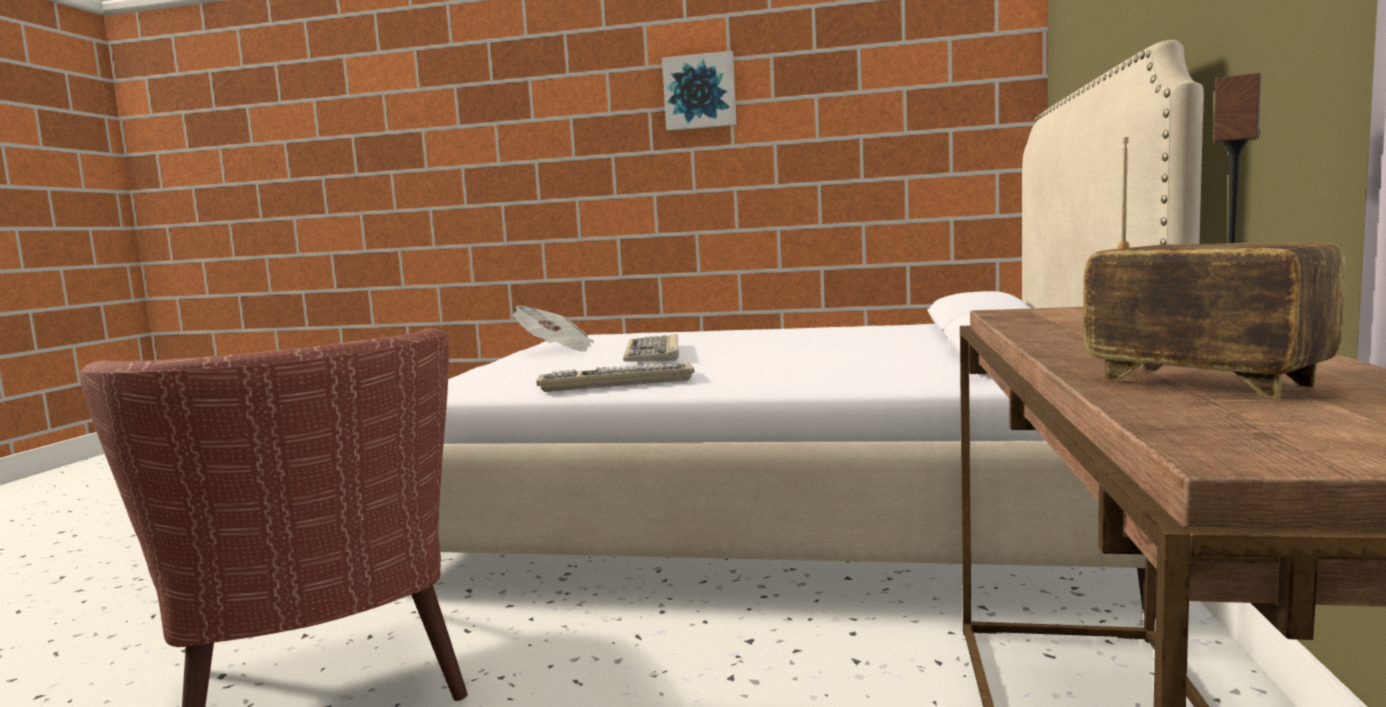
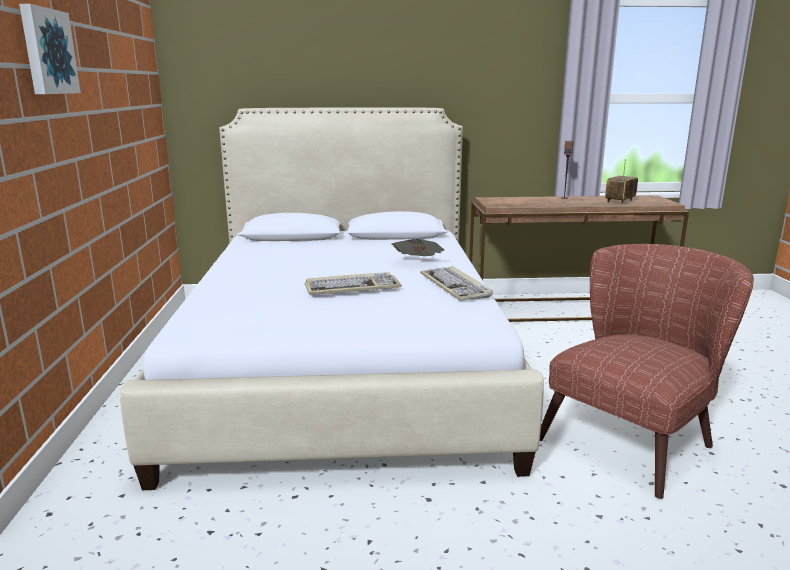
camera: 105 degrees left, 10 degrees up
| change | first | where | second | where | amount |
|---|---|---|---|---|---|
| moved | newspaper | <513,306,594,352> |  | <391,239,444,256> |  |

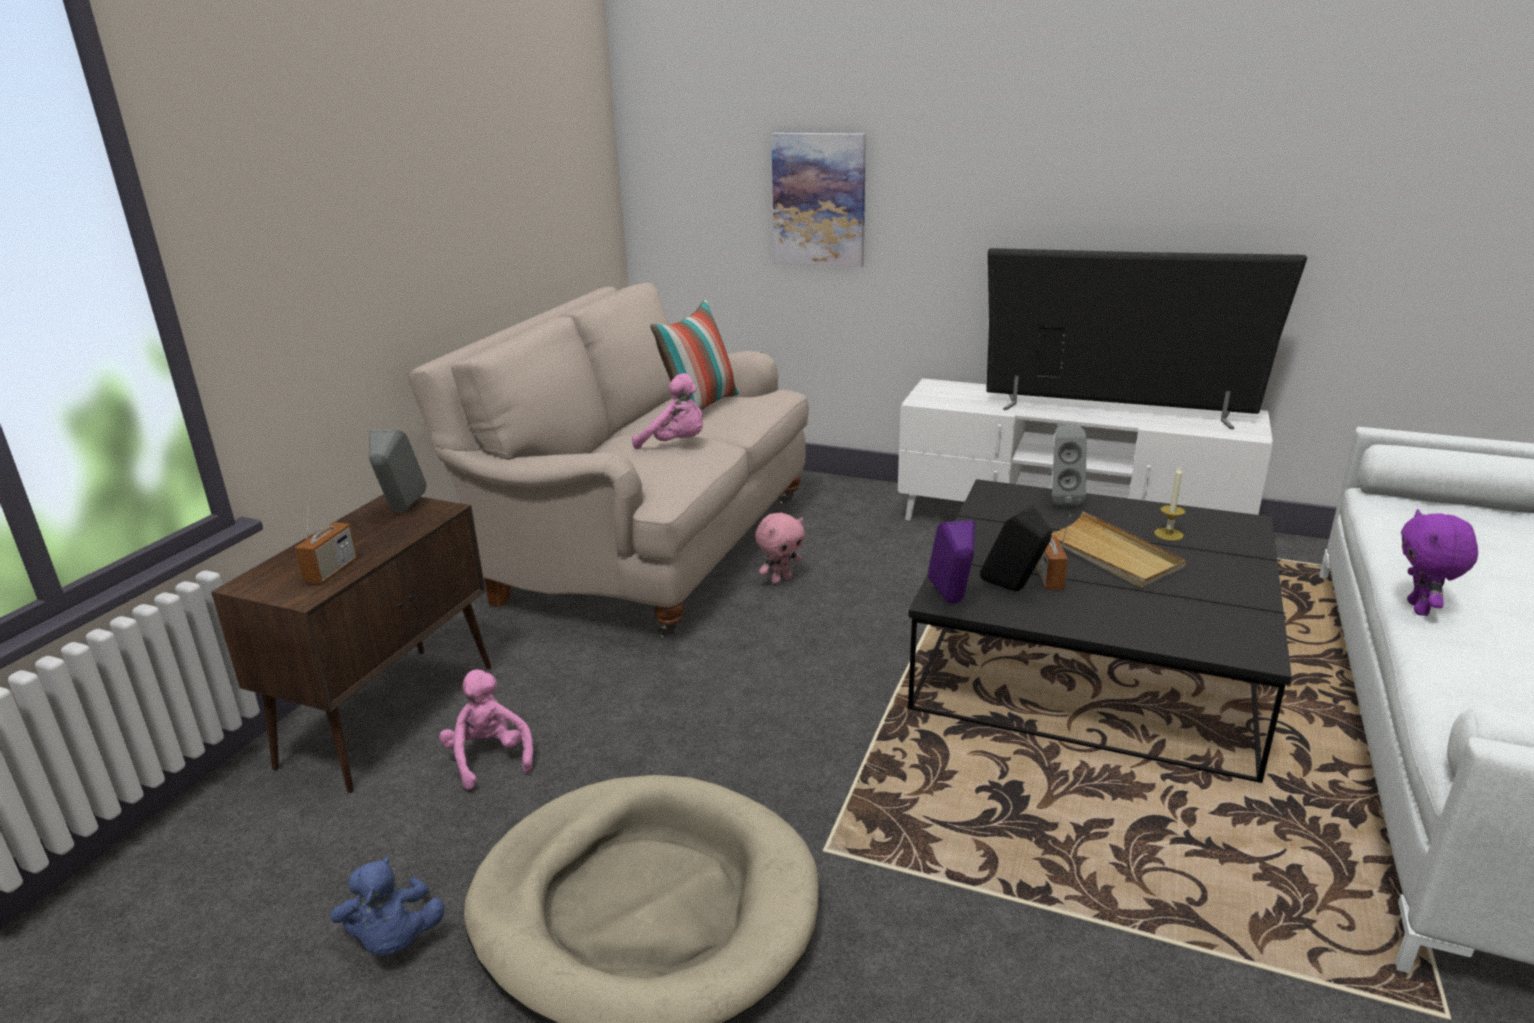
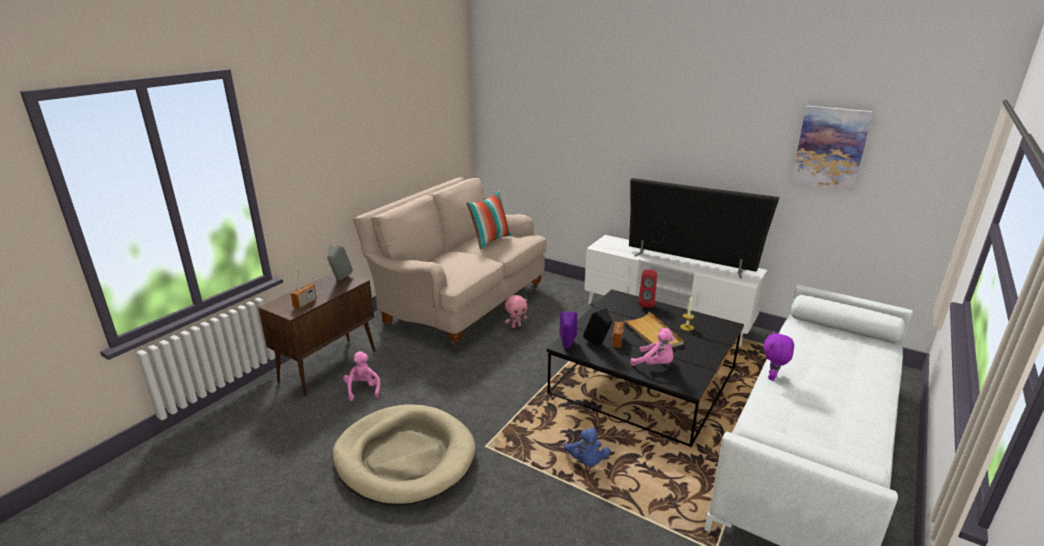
camera: 10 degrees right, 0 degrees up
| change | first | where | second | where | amount |
|---|---|---|---|---|---|
| moved | picture | <771,133,866,267> |  | <791,106,873,191> |  |
| moved | plush toy (pink) | <632,373,703,449> |  | <630,328,674,366> |  |
| recoloured | speaker (grey) | <1052,425,1086,506> | speaker (red) | <638,269,657,308> |  |
| moved | plush toy (blue) | <330,857,445,956> |  | <564,427,610,466> |  |

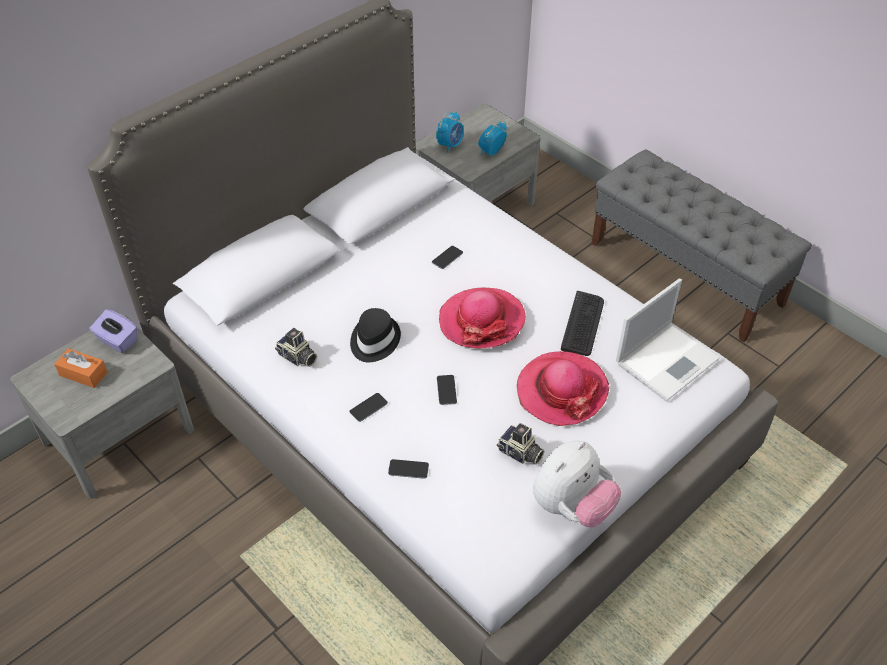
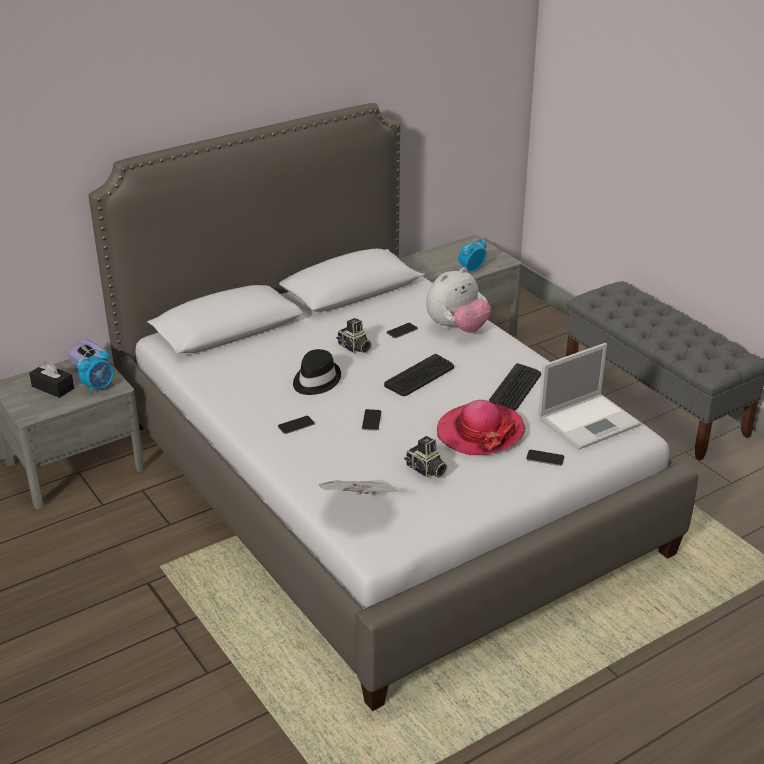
camera: 10 degrees right, 15 degrees down
| change | first | where | second | where | amount |
|---|---|---|---|---|---|
| moved | alarm clock | <436,111,464,153> |  | <77,349,114,395> |  |
| replaced | hat | <439,288,526,349> | keyboard | <384,354,454,396> |  |
| moved | photo camera | <275,328,317,367> |  | <336,318,372,353> |  |
| recoloured | tissue box (orange) | <54,348,108,388> | tissue box (black) | <29,360,74,398> |  |
| moved | plush toy | <533,440,621,528> |  | <426,267,491,333> |  |
| moved | phone | <388,459,429,479> |  | <526,450,564,466> |  |
| added |  |  | newspaper | <319,480,398,495> |  |

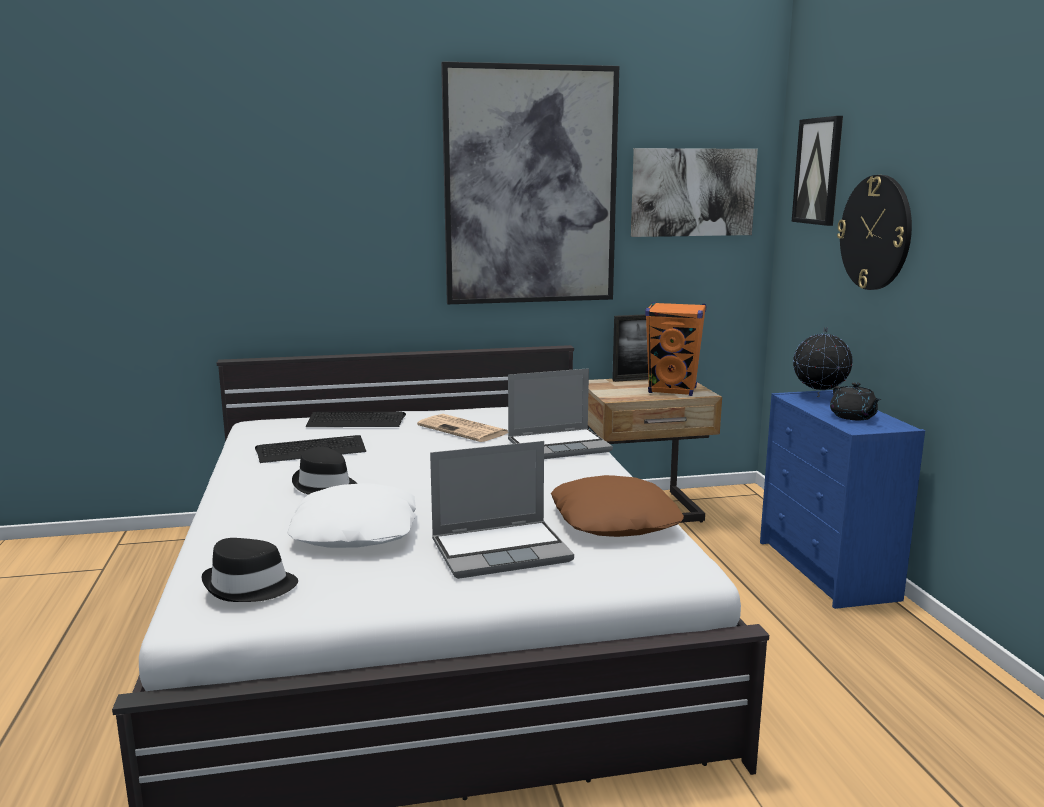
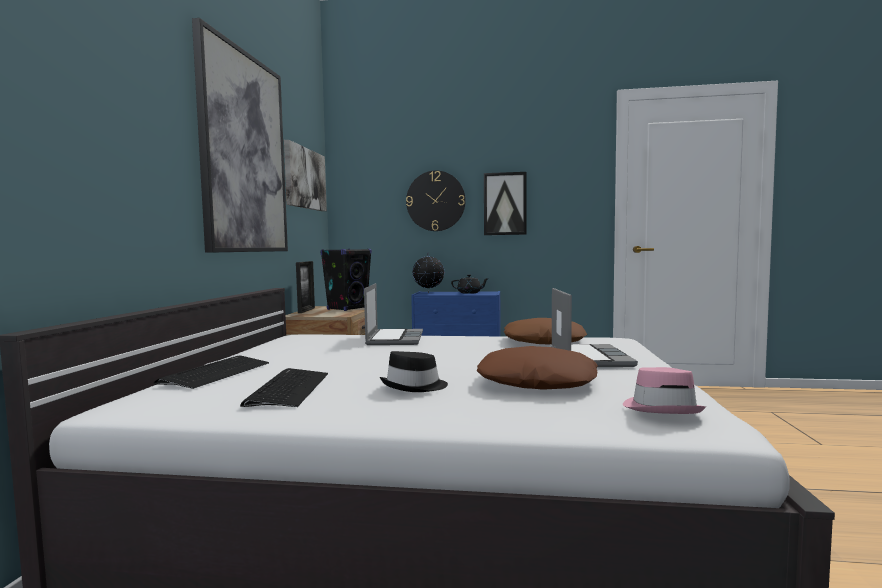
camera: 70 degrees left, 10 degrees down
| change | first | where | second | where | amount |
|---|---|---|---|---|---|
| moved | picture | <792,116,843,226> |  | <484,172,526,235> |  |
| recoloured | speaker (orange) | <645,302,706,396> | speaker (black) | <320,249,372,311> |  |
| removed | newspaper | <417,414,508,442> |  |  |  |
| recoloured | pillow (white) | <287,483,416,548> | pillow (brown) | <477,346,598,390> |  |
| recoloured | hat (black) | <201,538,298,602> | hat (pink) | <623,367,706,414> |  |

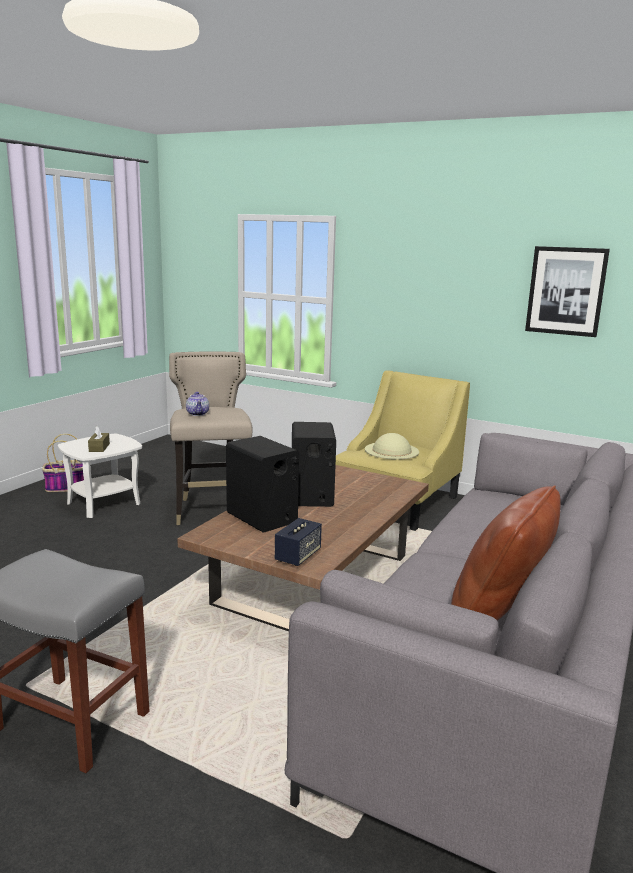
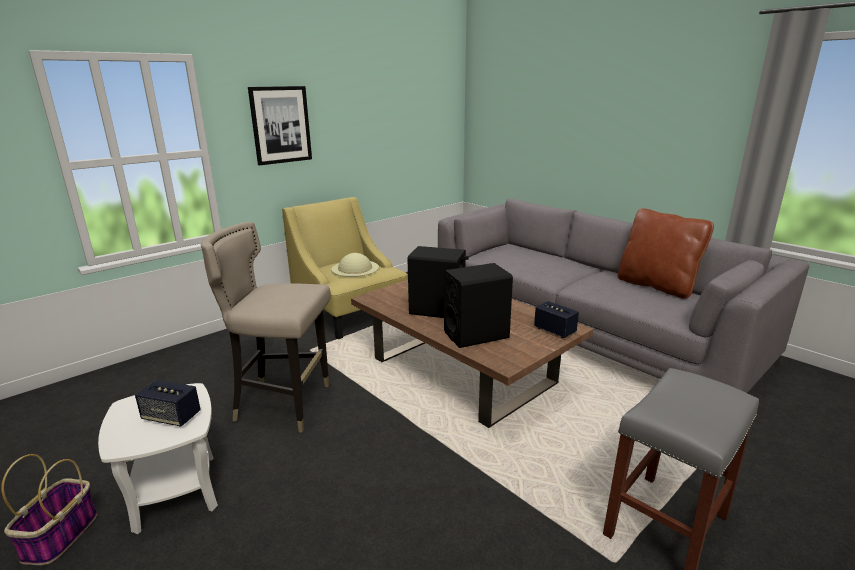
camera: 70 degrees left, 5 degrees up
| change | first | where | second | where | amount |
|---|---|---|---|---|---|
| moved | picture | <525,246,610,337> |  | <248,86,312,165> |  |
| removed | teapot | <186,392,209,416> |  |  |  |
| replaced | tissue box (brown) | <88,426,110,452> | speaker | <135,380,201,427> |  |

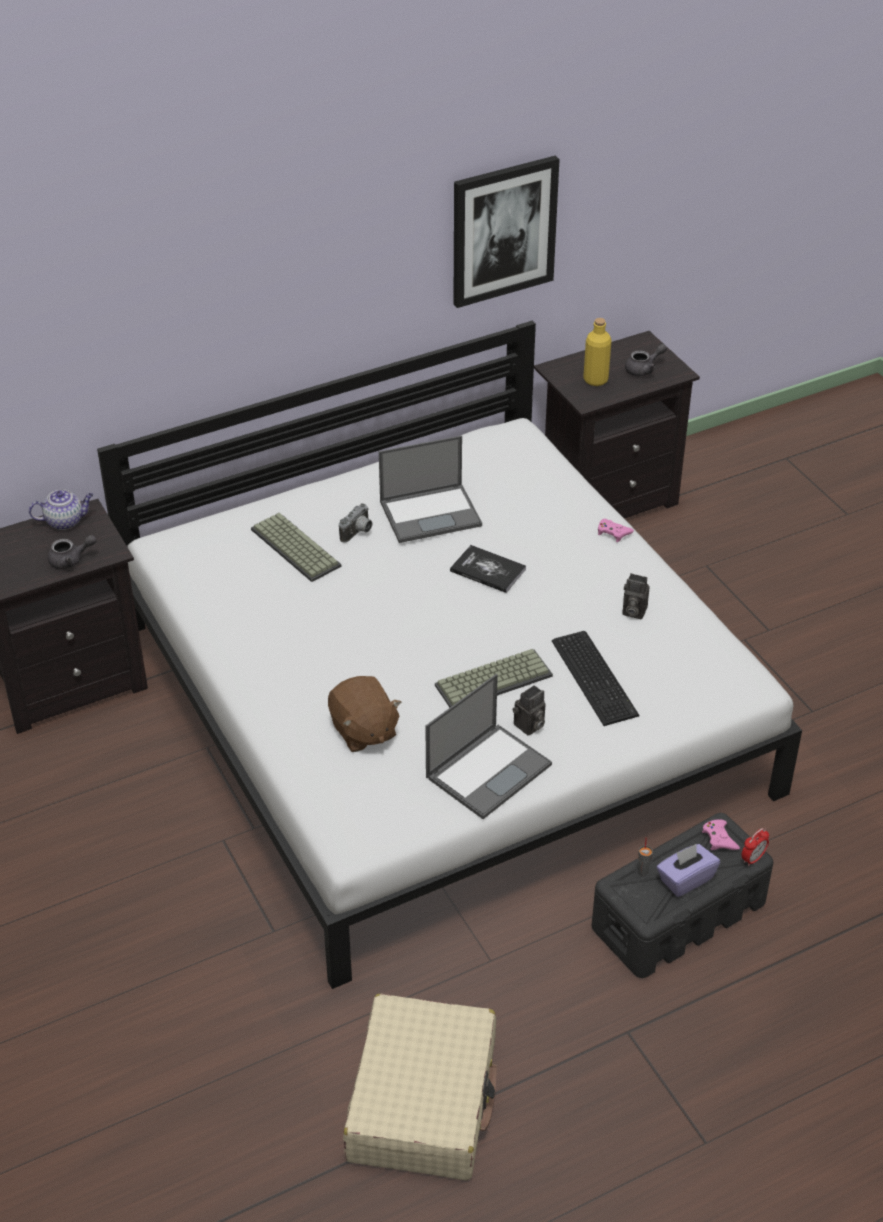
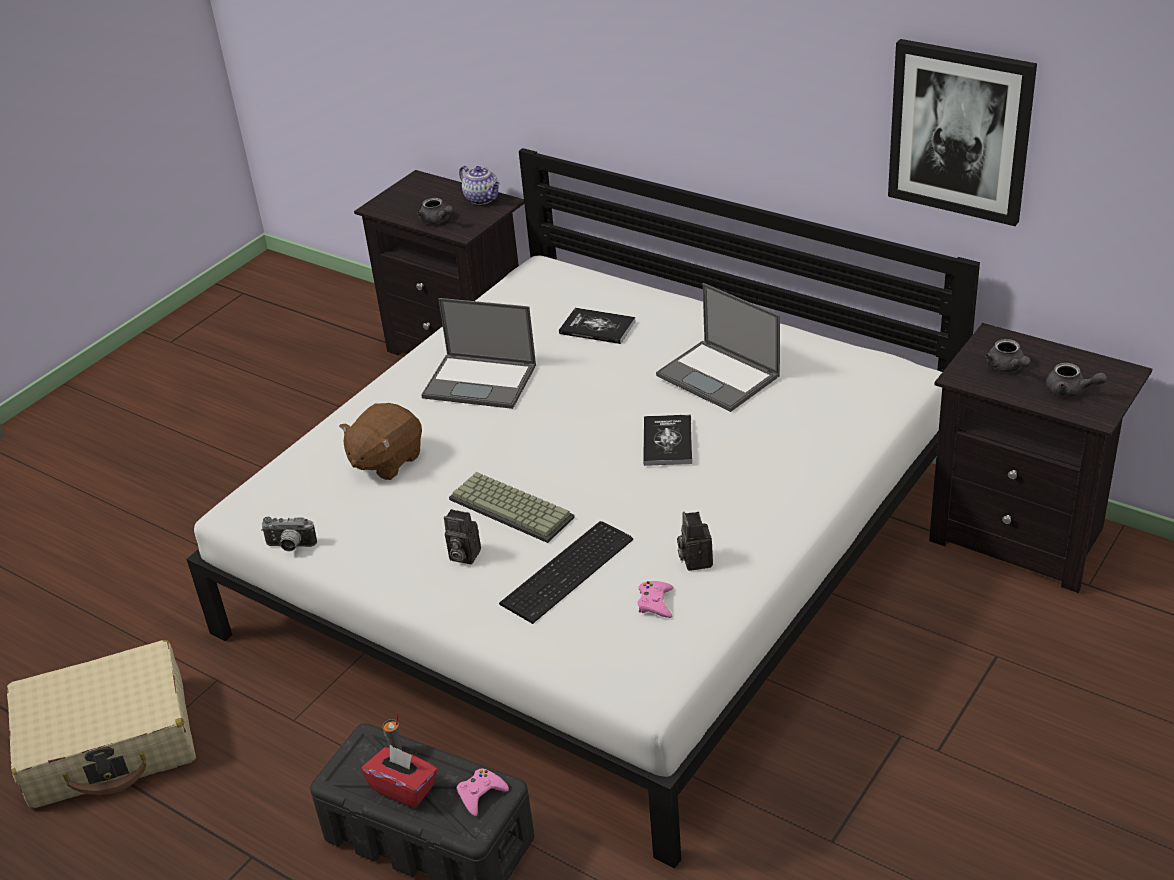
camera: 65 degrees right, 5 degrees down
| change | first | where | second | where | amount |
|---|---|---|---|---|---|
| replaced | bottle (yellow) | <583,318,612,386> | teapot (grey) | <985,339,1031,372> |  |
| moved | photo camera | <339,503,372,543> |  | <261,517,317,552> |  |
| replaced | keyboard | <251,513,341,582> | book | <559,308,636,344> |  |
| moved | game controller (pink) | <598,519,634,542> |  | <638,581,674,618> |  |
| moved | laptop | <425,674,552,819> |  | <421,298,536,409> |  |
| removed | alarm clock | <741,828,769,866> |  |  |  |
| recoloured | tissue box (purple) | <657,844,720,897> | tissue box (red) | <361,745,437,808> |  |

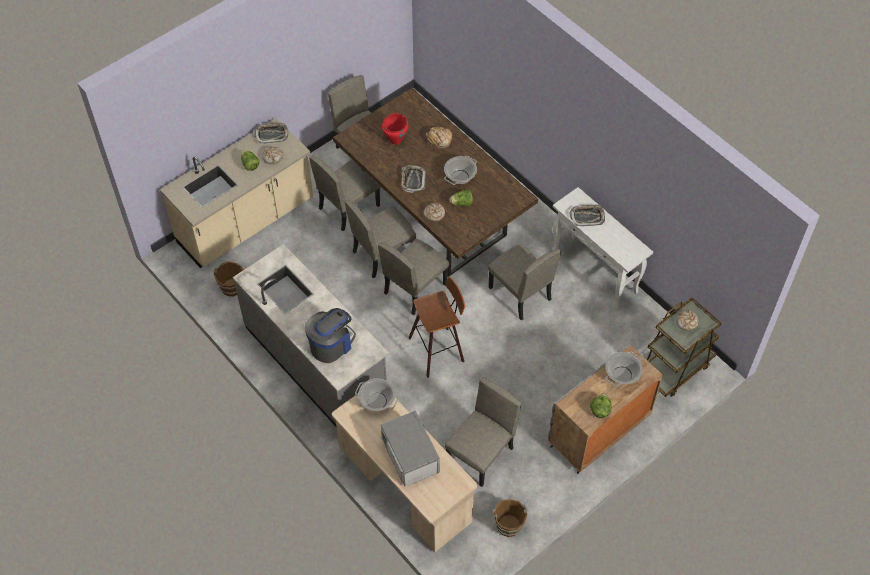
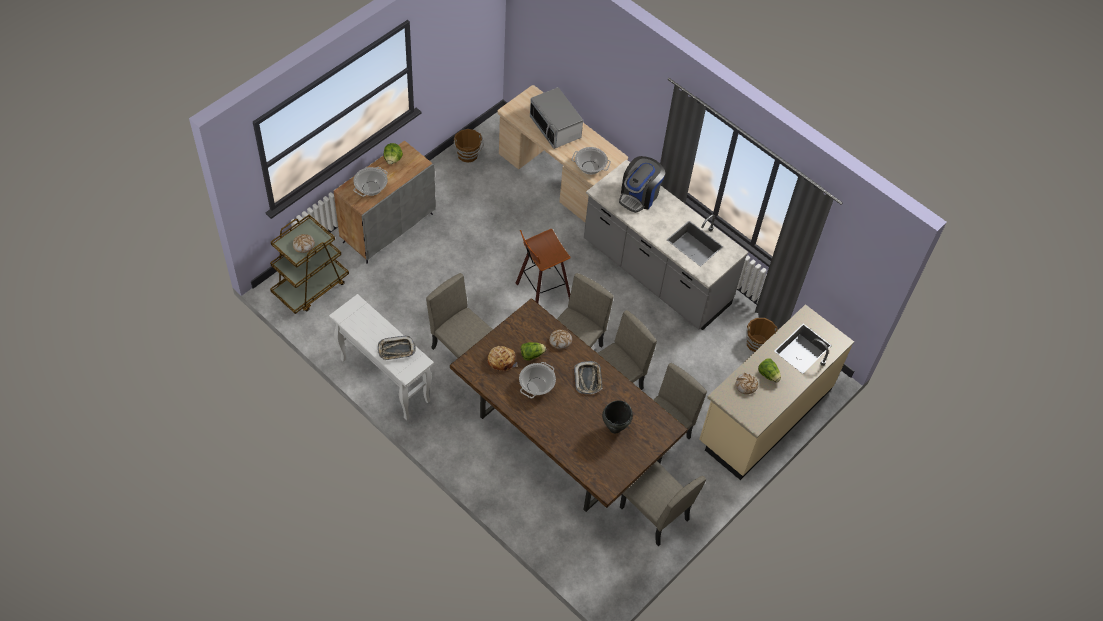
camera: 170 degrees right, 0 degrees up
| change | first | where | second | where | amount |
|---|---|---|---|---|---|
| recoloured | cooking pot (red) | <382,113,408,145> | cooking pot (black) | <602,401,633,434> |  |
| removed | tray | <254,122,288,144> |  |  |  |
| moved | bread | <426,127,452,148> |  | <488,346,518,372> |  |
| removed | chair (beige) | <445,377,521,487> |  |  |  |

